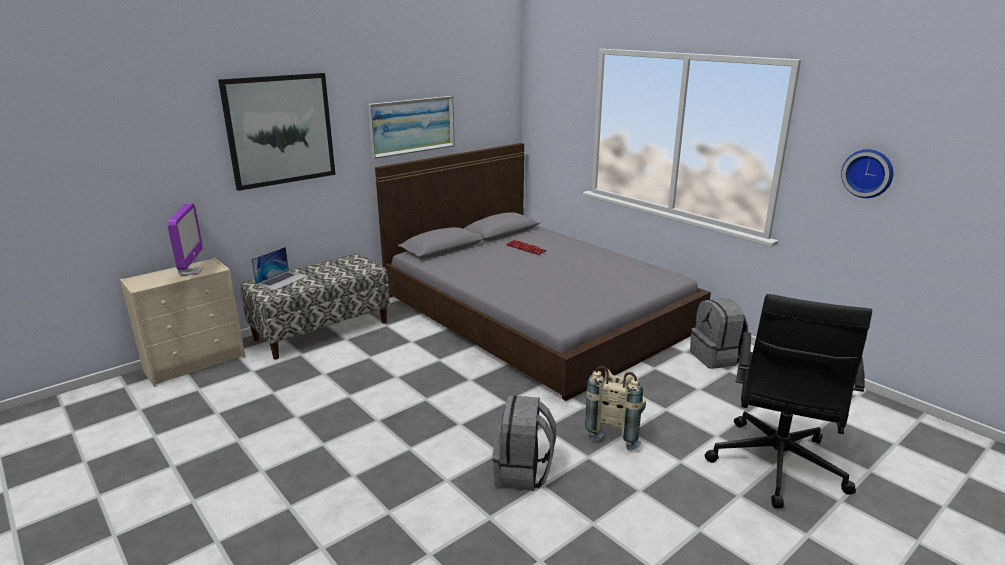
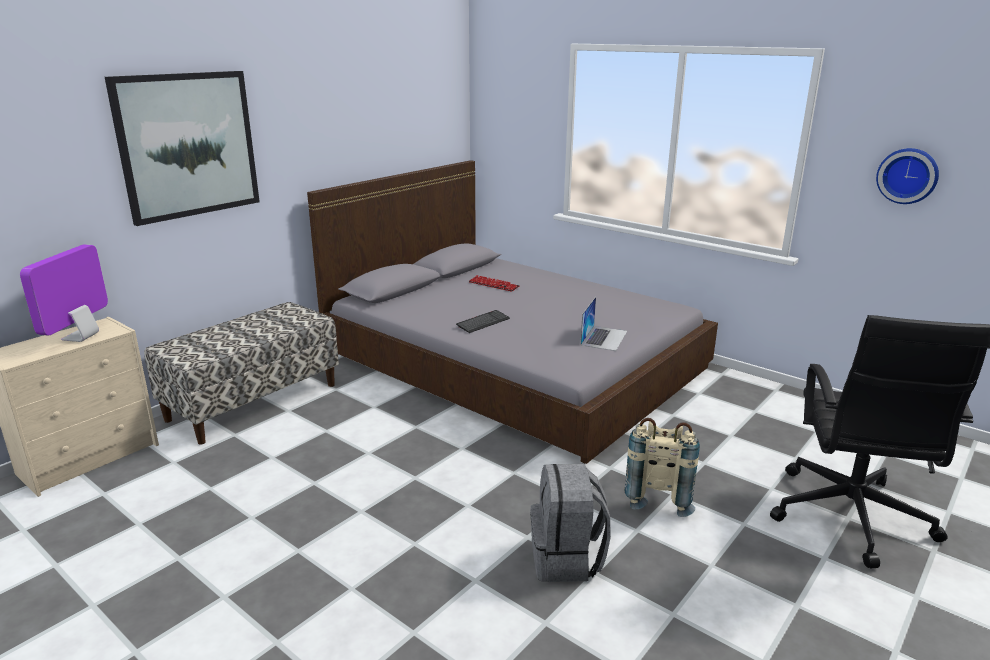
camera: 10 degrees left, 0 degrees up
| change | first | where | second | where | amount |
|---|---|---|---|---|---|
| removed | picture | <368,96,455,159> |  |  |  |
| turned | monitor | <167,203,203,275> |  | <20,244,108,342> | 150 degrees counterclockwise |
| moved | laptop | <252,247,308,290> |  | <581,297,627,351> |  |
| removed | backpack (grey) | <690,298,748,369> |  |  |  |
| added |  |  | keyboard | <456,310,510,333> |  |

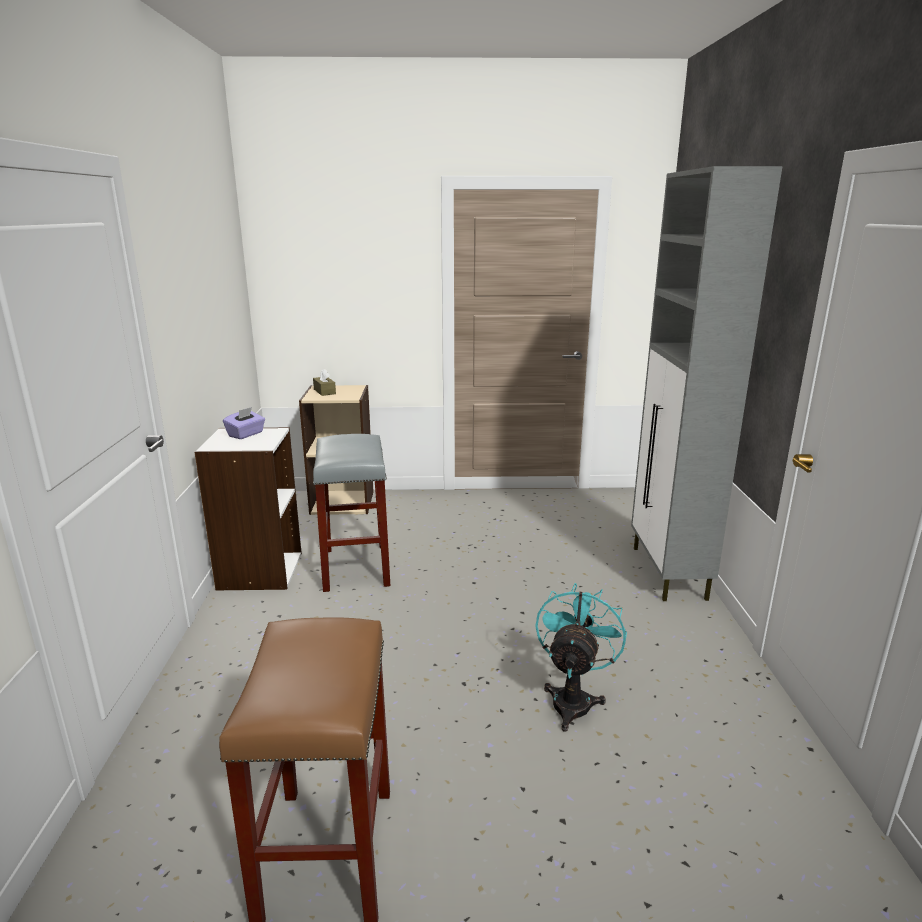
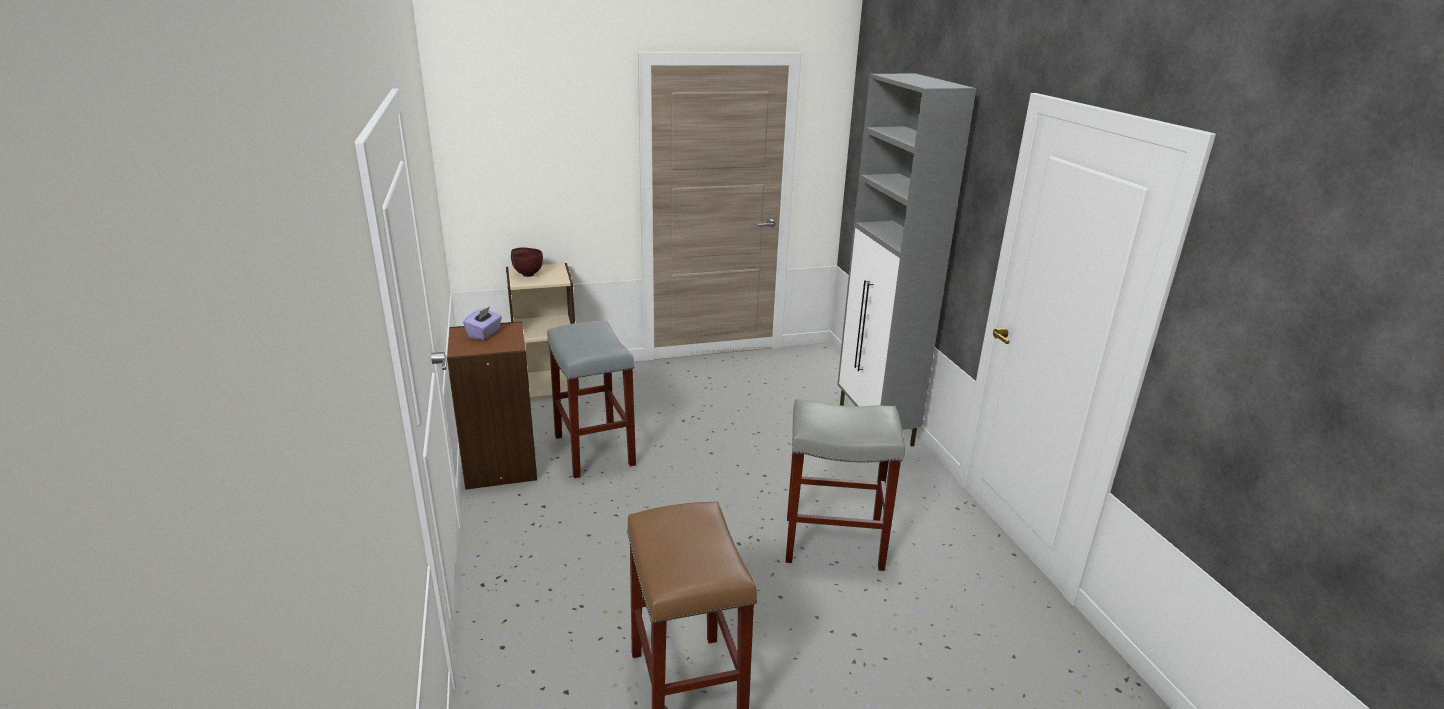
camera: 15 degrees left, 5 degrees up
| change | first | where | second | where | amount |
|---|---|---|---|---|---|
| replaced | tissue box (brown) | <313,369,336,396> | bowl (brown) | <511,247,543,277> |  |
| recoloured | bookcase (white) | <194,427,302,590> | bookcase (brown) | <447,321,537,490> |  |
| replaced | fan (turquoise) | <535,583,627,732> | stool (grey) | <786,399,905,571> |  |

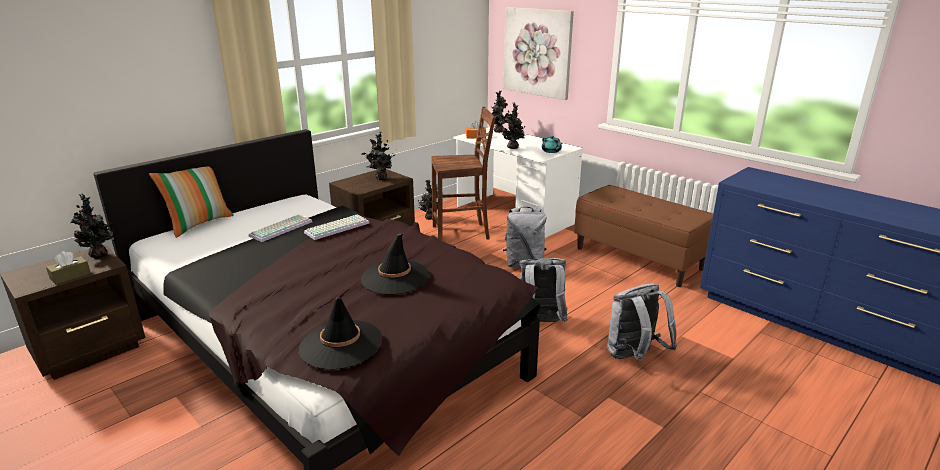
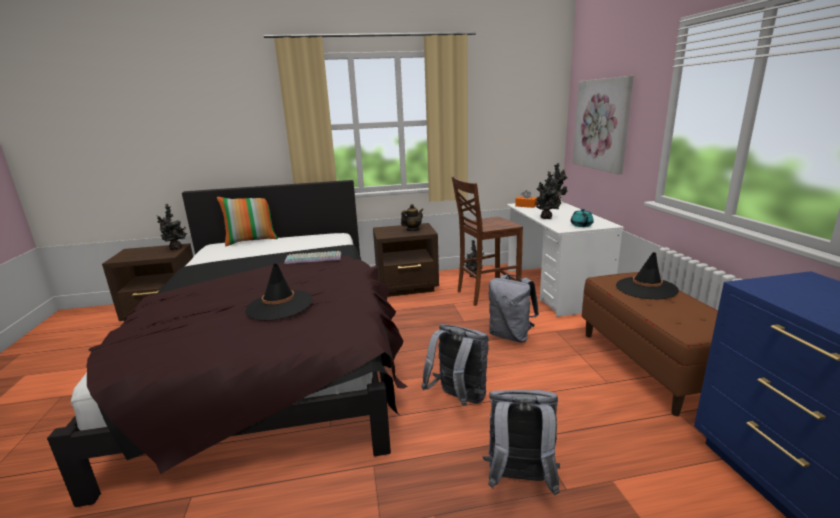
camera: 35 degrees right, 5 degrees down
| change | first | where | second | where | amount |
|---|---|---|---|---|---|
| turned | chair (brown) | <431,107,496,241> |  | <452,176,523,306> | 135 degrees clockwise |
| replaced | potted plant | <361,132,395,180> | teapot | <401,204,423,231> |  |
| removed | keyboard | <249,215,312,242> |  |  |  |
| removed | tissue box (brown) | <46,251,91,284> |  |  |  |
| moved | hat (black) | <299,297,382,370> |  | <616,252,679,300> |  |

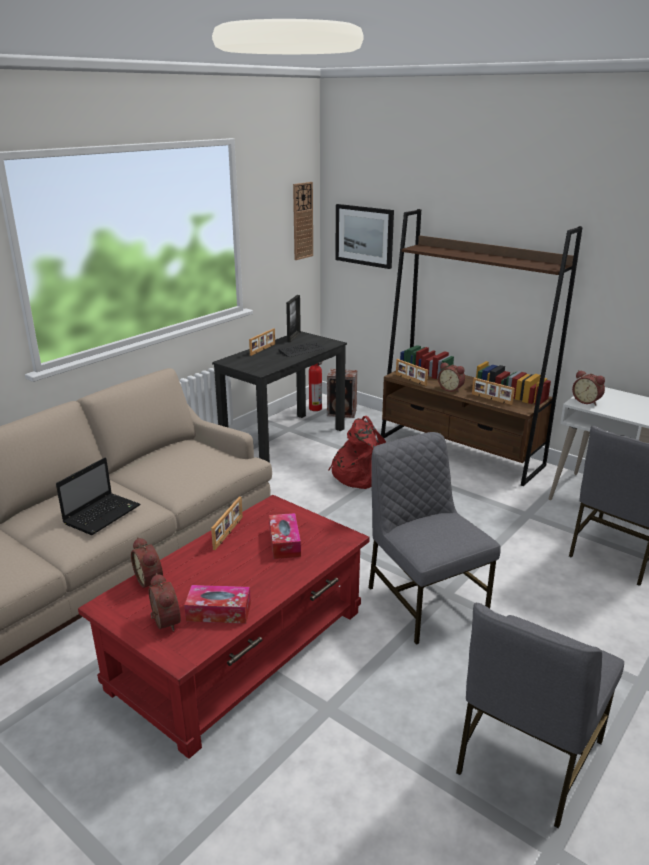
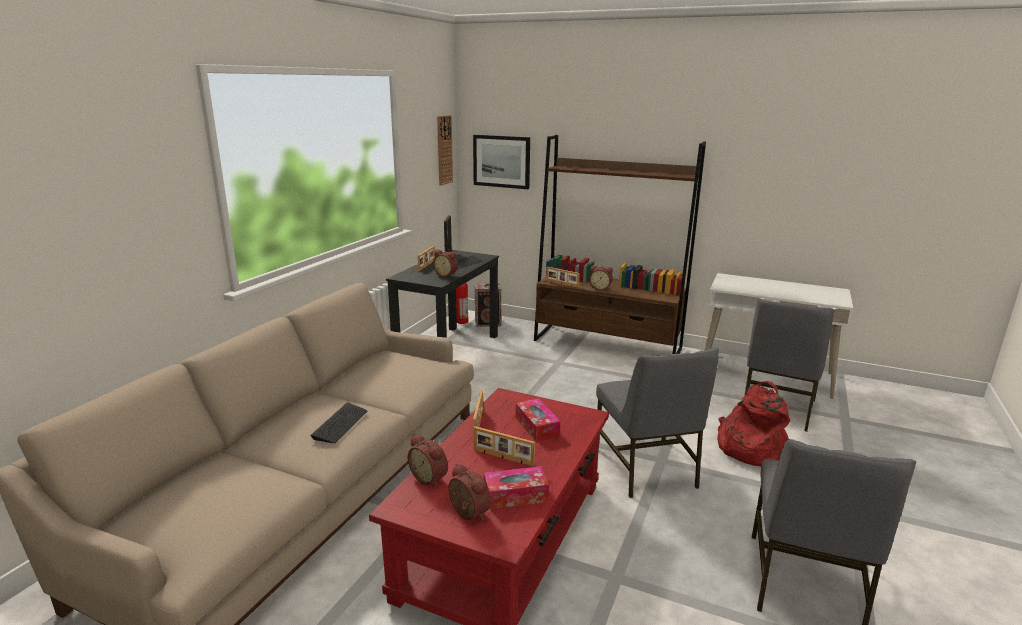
camera: 15 degrees left, 5 degrees down
| change | first | where | second | where | amount |
|---|---|---|---|---|---|
| moved | alarm clock | <572,370,605,405> |  | <433,250,458,277> |  |
| moved | picture frame | <472,378,515,405> |  | <473,426,535,467> |  |
| moved | backpack (red) | <328,416,386,489> |  | <717,381,790,466> |  |
| turned | chair (grey) | <368,432,501,645> |  | <596,348,719,498> | 150 degrees counterclockwise |
| replaced | laptop | <56,458,140,535> | keyboard | <310,403,368,443> |  |

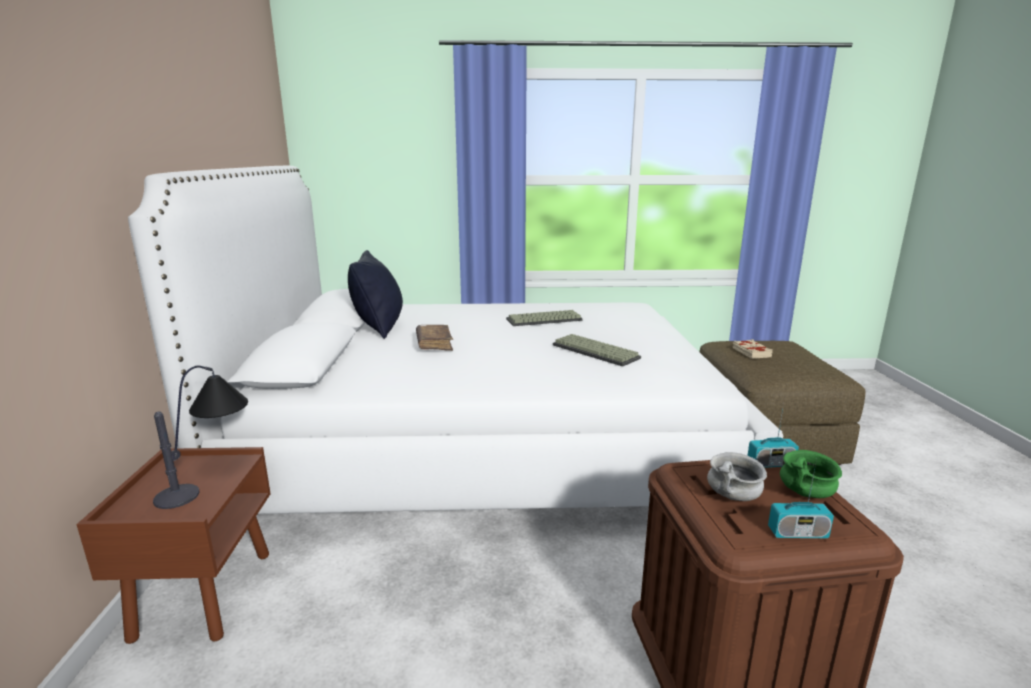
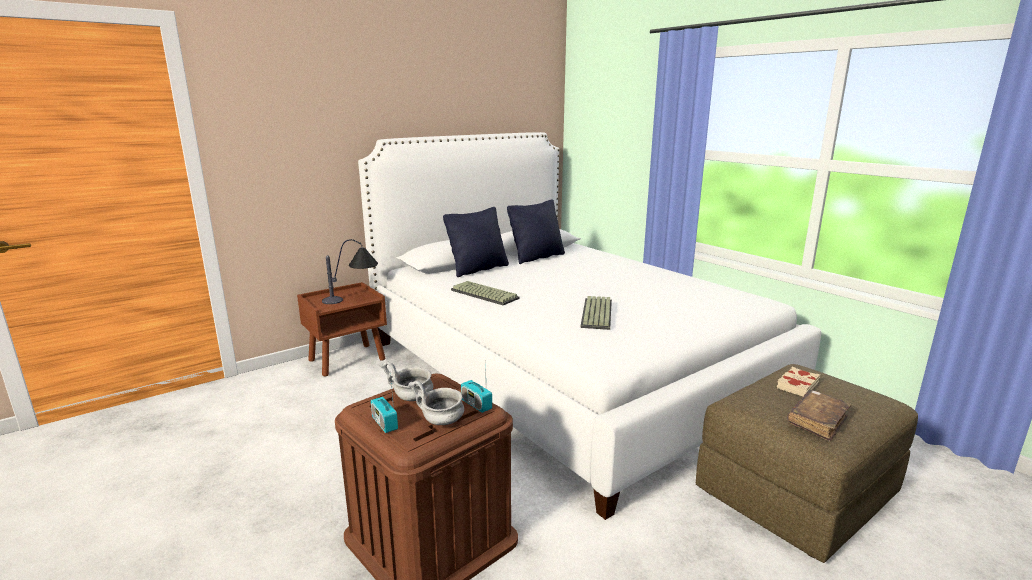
camera: 55 degrees right, 0 degrees up
| change | first | where | second | where | amount |
|---|---|---|---|---|---|
| moved | keyboard | <506,310,583,326> |  | <451,281,520,305> |  |
| moved | book (brown) | <416,325,453,351> |  | <787,390,851,442> |  |
| recoloured | bowl (green) | <780,450,842,498> | bowl (grey) | <408,381,464,425> |  |
| added |  |  | pillow (black) | <443,207,509,277> |  |

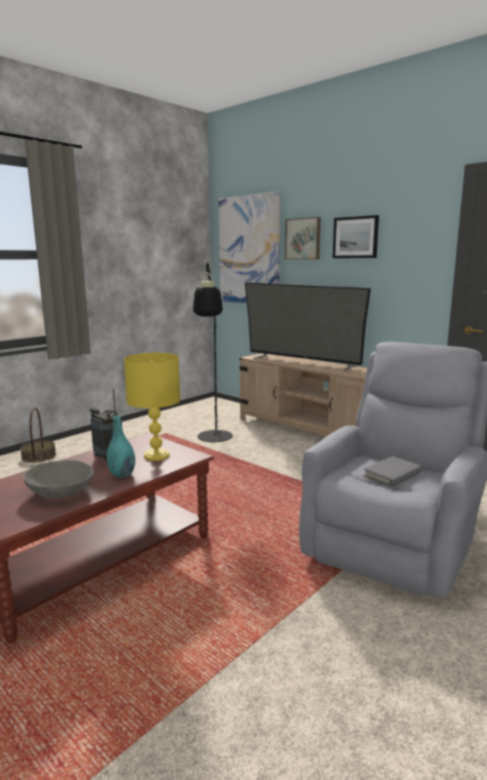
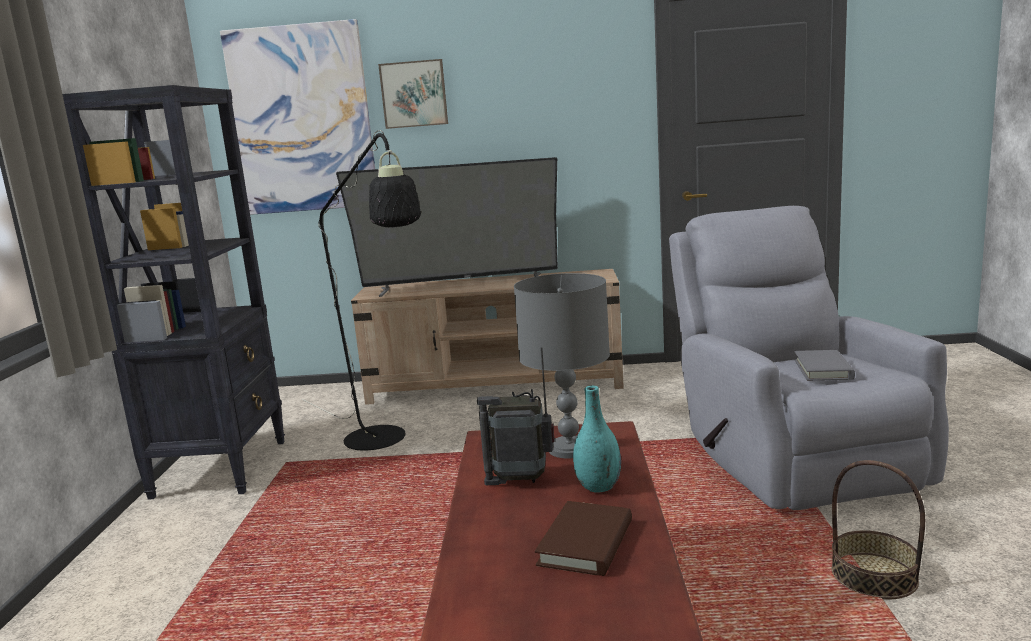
camera: 40 degrees left, 0 degrees up
| change | first | where | second | where | amount |
|---|---|---|---|---|---|
| removed | picture | <333,215,379,258> |  |  |  |
| recoloured | table lamp (yellow) | <124,353,181,461> | table lamp (grey) | <514,273,610,459> |  |
| moved | basket | <20,408,56,463> |  | <832,460,925,599> |  |
| replaced | bowl (grey) | <23,460,94,498> | book (brown) | <535,501,632,576> |  |
| added |  |  | bookcase (black) | <62,85,285,500> |  |

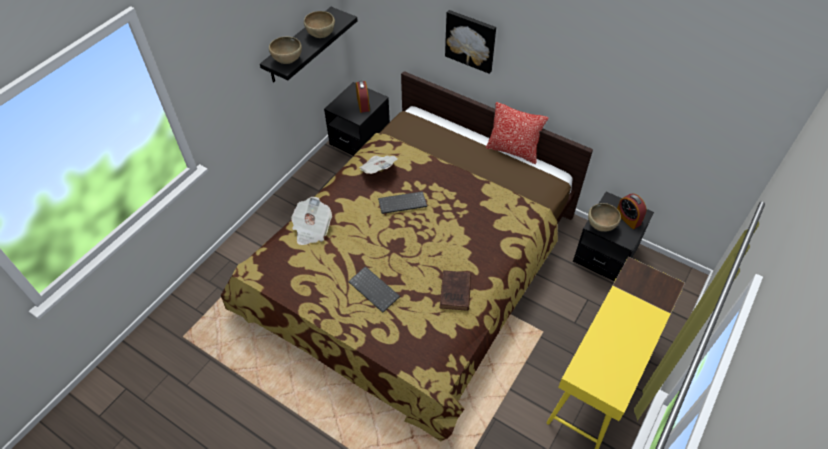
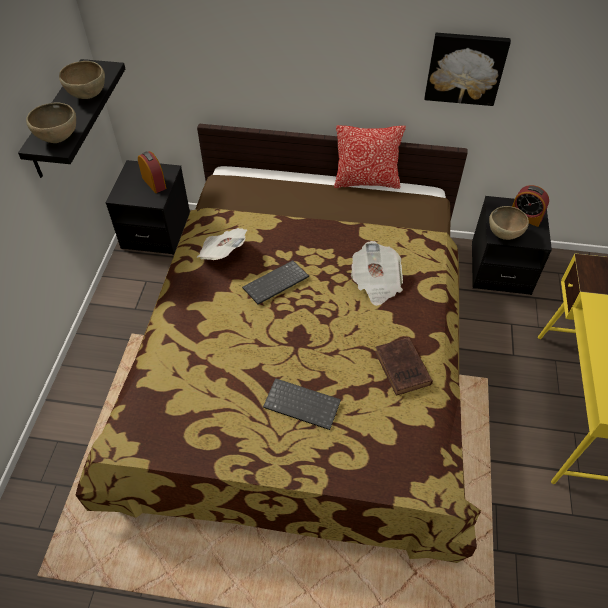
camera: 25 degrees left, 0 degrees up
| change | first | where | second | where | amount |
|---|---|---|---|---|---|
| moved | picture | <445,10,496,74> |  | <424,33,511,106> |  |
| moved | newspaper | <291,197,332,245> |  | <351,241,403,306> |  |

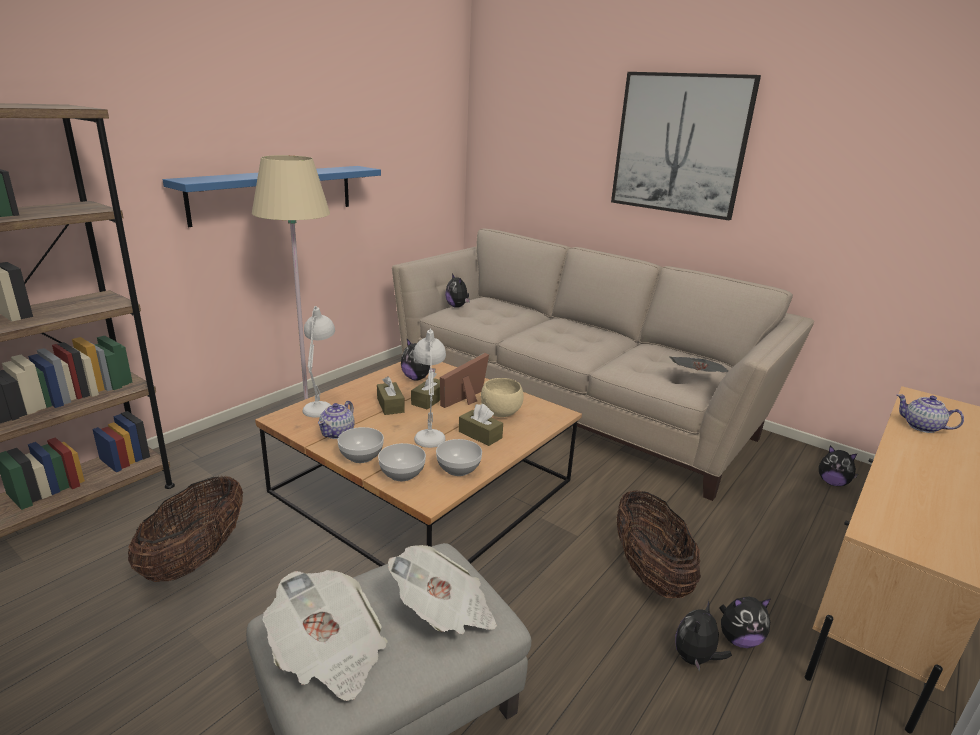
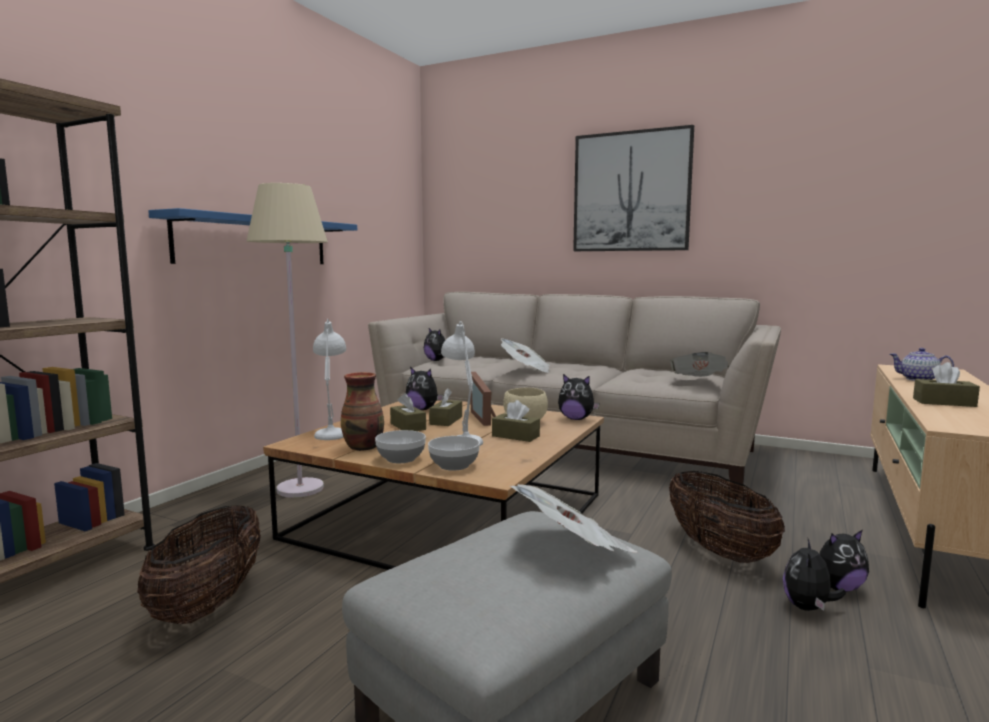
camera: 10 degrees left, 15 degrees down
| change | first | where | second | where | amount |
|---|---|---|---|---|---|
| turned | picture frame | <440,353,489,408> |  | <470,372,496,426> | 45 degrees counterclockwise |
| replaced | teapot | <318,401,355,439> | vase | <341,372,384,451> |  |
| removed | bowl | <436,439,482,476> |  |  |  |
| moved | plush toy | <819,446,858,486> |  | <558,374,599,420> |  |
| moved | newspaper | <263,570,388,701> |  | <501,338,550,373> |  |
| added |  |  | tissue box (brown) | <913,362,980,407> |  |

